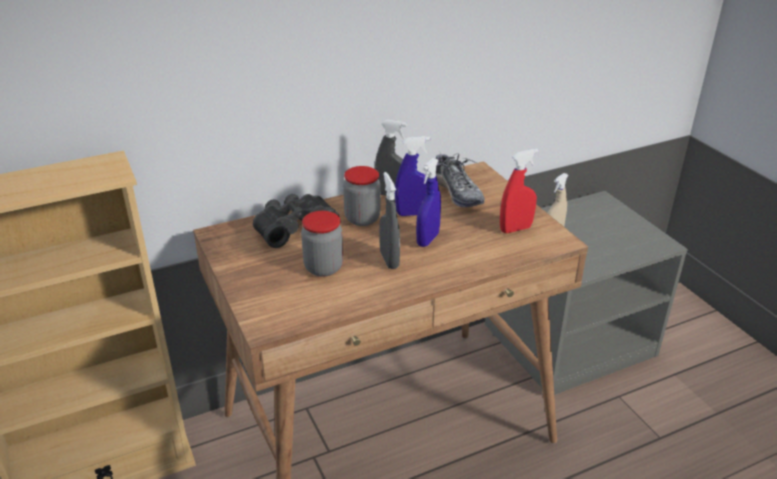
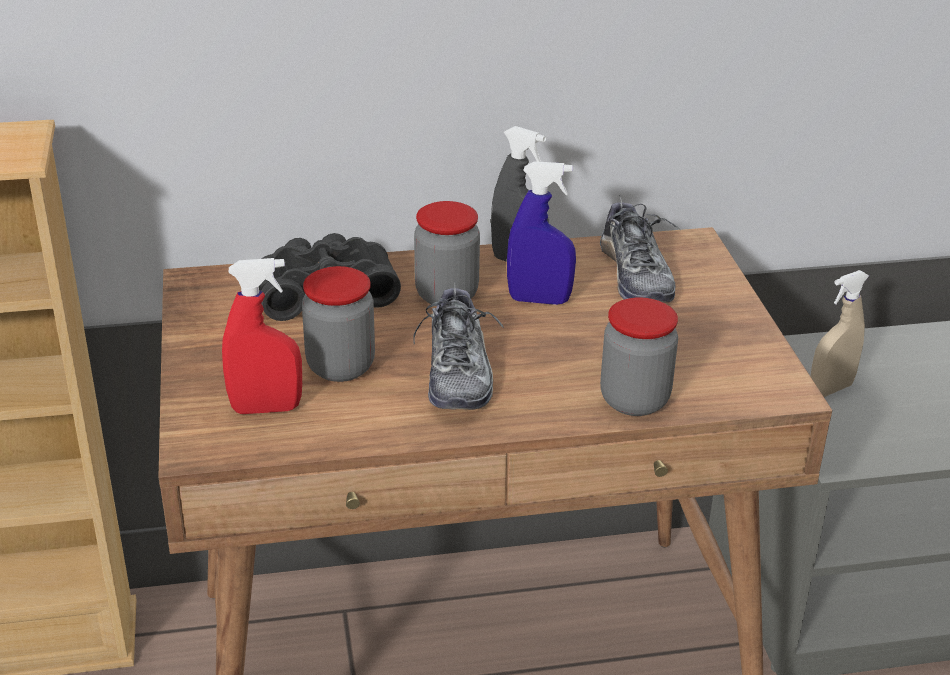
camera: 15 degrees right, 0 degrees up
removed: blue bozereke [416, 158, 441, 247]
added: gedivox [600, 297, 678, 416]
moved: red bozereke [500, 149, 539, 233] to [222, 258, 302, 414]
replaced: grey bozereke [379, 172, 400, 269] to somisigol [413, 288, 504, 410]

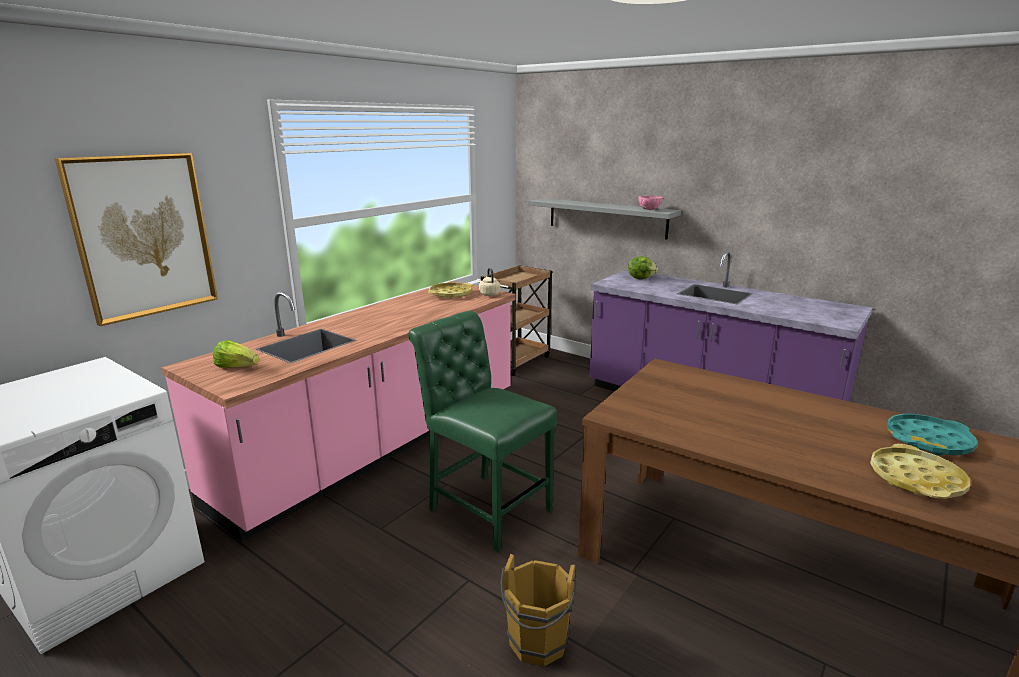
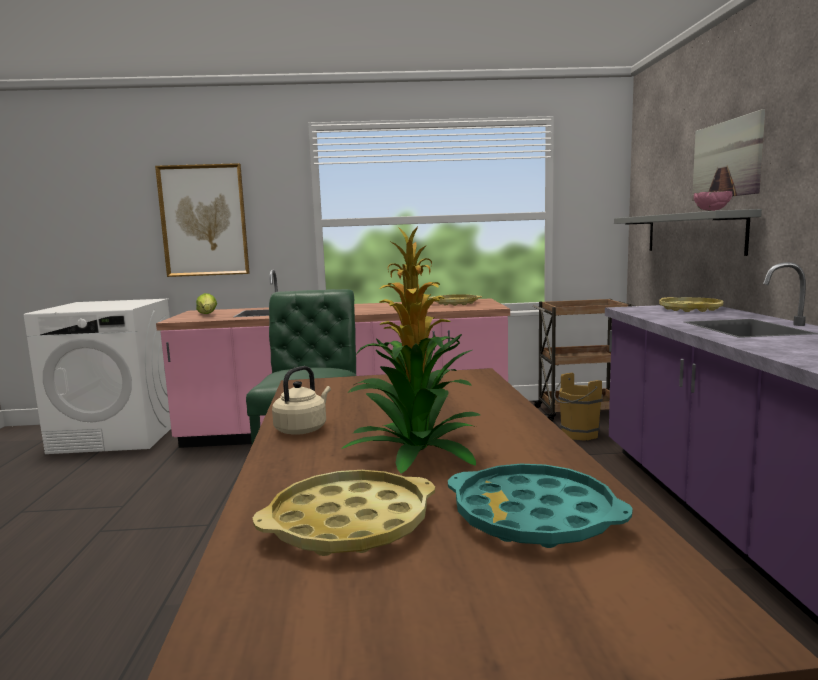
camera: 50 degrees right, 10 degrees down
added: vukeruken [692, 109, 765, 201]; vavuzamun [341, 227, 480, 473]
moved: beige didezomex [479, 268, 500, 296] to [272, 366, 331, 435]; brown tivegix [501, 554, 578, 666] to [554, 372, 603, 441]
replaced: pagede [628, 256, 658, 279] to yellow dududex [659, 297, 723, 312]

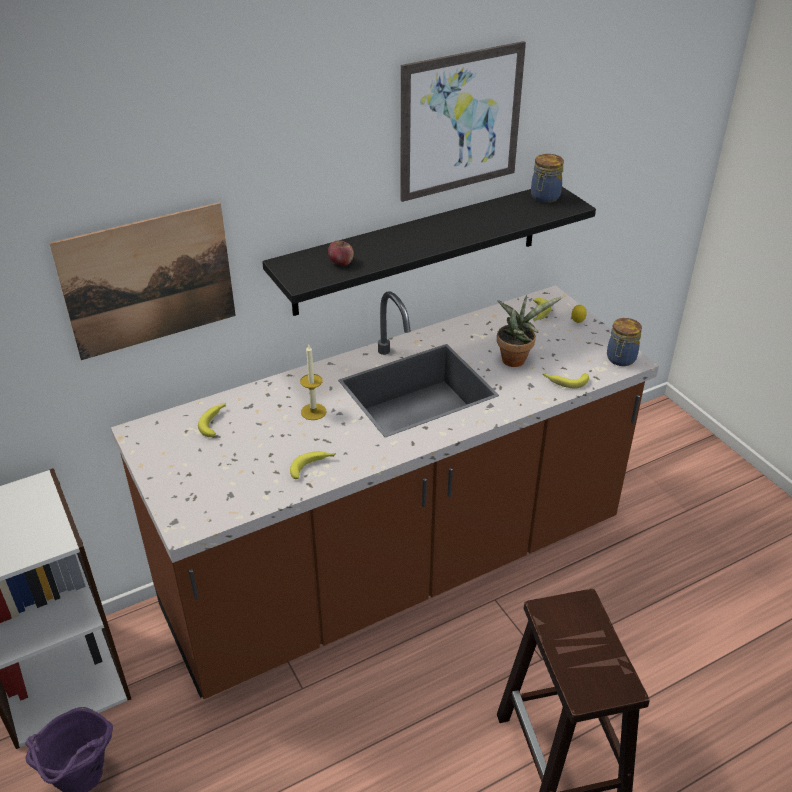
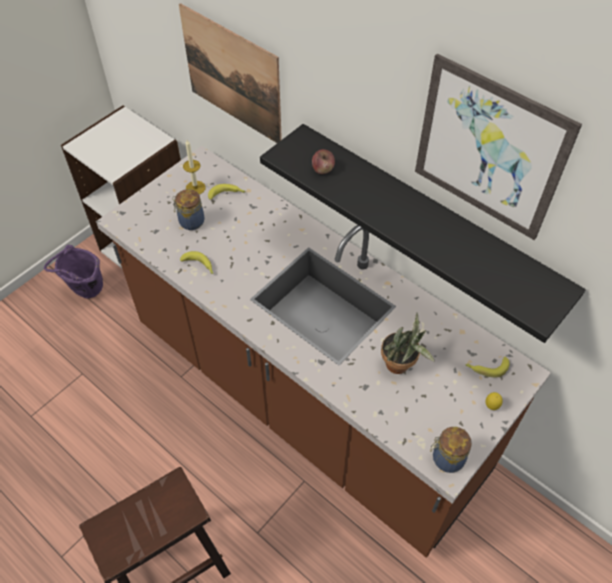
camera: 70 degrees right, 15 degrees up
removed: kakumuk [542, 373, 589, 389]
moved: gedivox [531, 154, 564, 203] to [172, 189, 204, 230]; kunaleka [300, 345, 326, 420] to [183, 140, 206, 194]

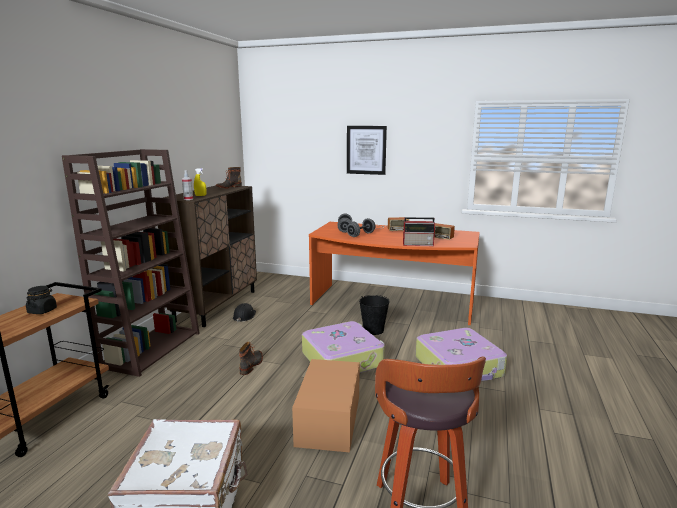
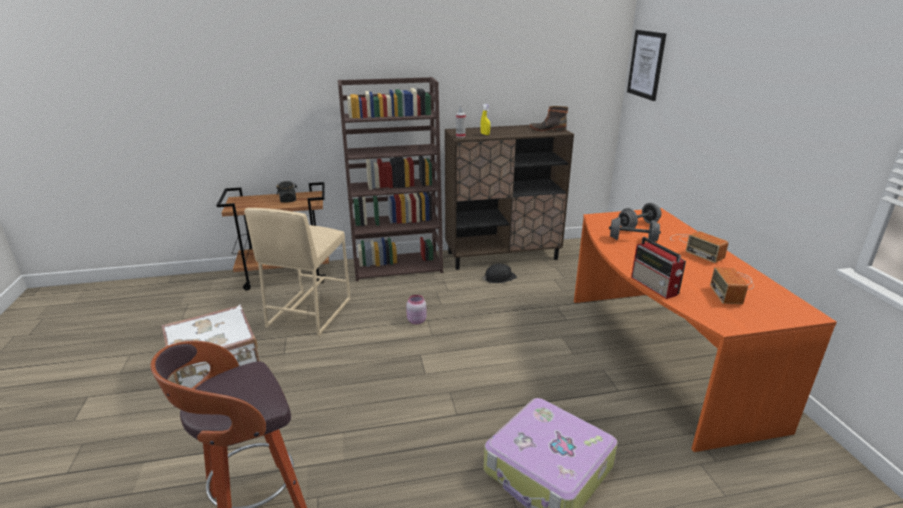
camera: 60 degrees right, 10 degrees up
removed: black tivegix [359, 295, 390, 335]; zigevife [302, 321, 385, 373]; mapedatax [292, 359, 360, 453]
added: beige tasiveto [244, 208, 350, 336]
moved: vukeruken [347, 126, 387, 175] to [627, 30, 666, 101]
replaced: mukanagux [239, 342, 263, 375] to pink gedivox [406, 295, 427, 324]

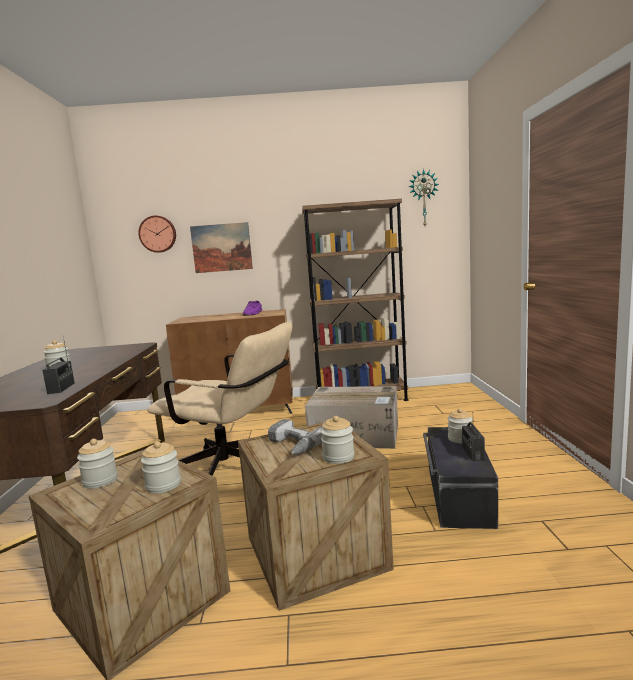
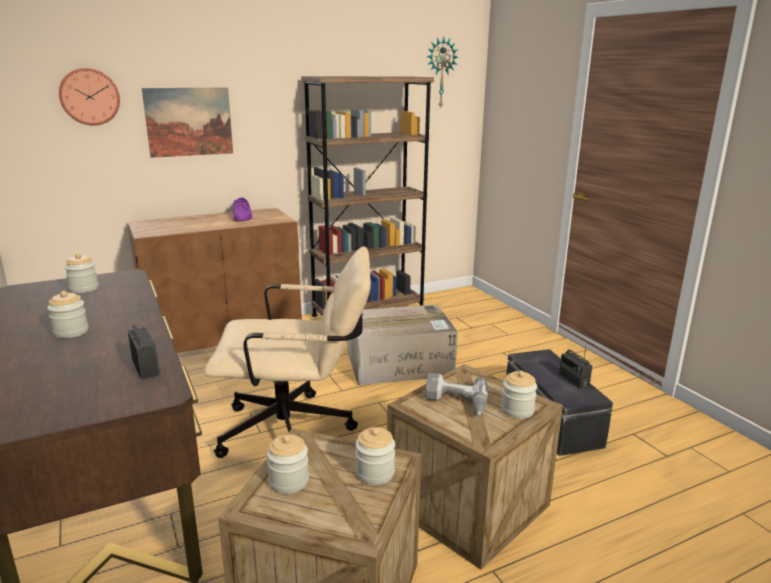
camera: 25 degrees left, 10 degrees up
moved: gedivox [448, 408, 473, 443] to [64, 253, 98, 293]

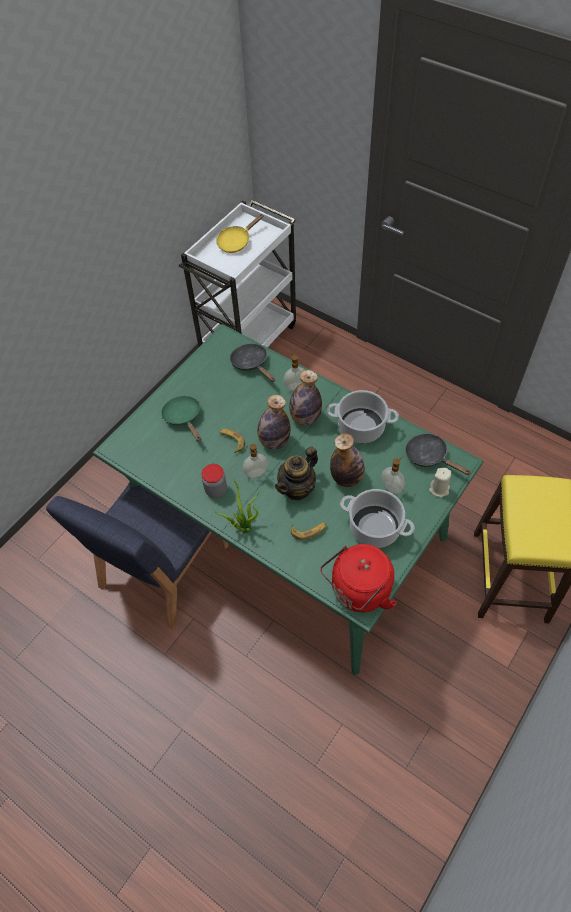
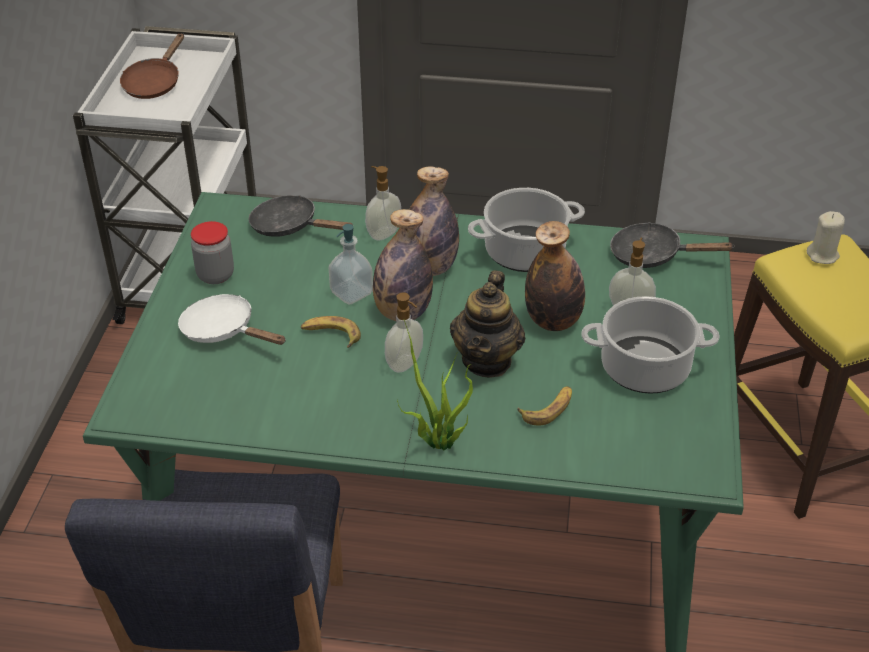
camera: 30 degrees left, 15 degrees down
removed: red didezomex [320, 544, 397, 613]
added: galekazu [328, 224, 373, 305]
moved: gedivox [202, 464, 227, 498] to [191, 221, 234, 284]; beige kunaleka [429, 468, 451, 497] to [807, 211, 845, 264]
recoloured: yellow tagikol [216, 214, 264, 253] to brown tagikol [120, 33, 184, 99]; green tagikol [161, 396, 201, 442] to white tagikol [178, 294, 286, 345]

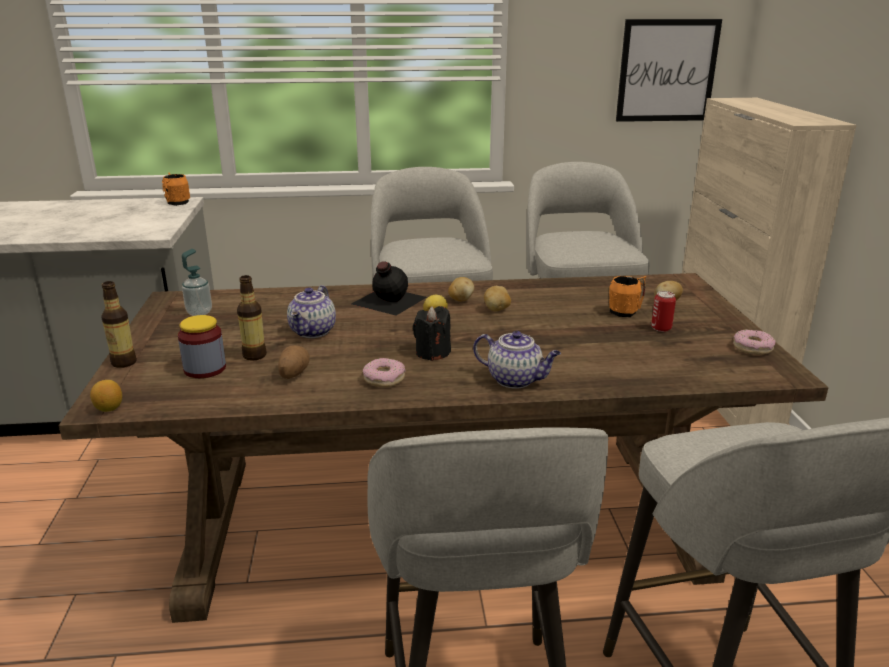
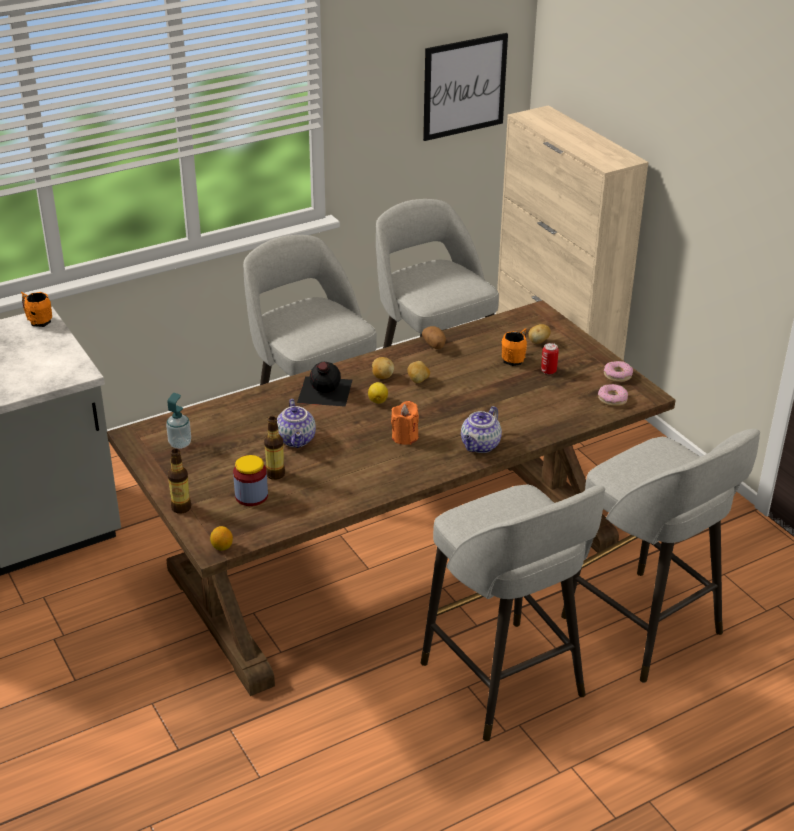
camera: 25 degrees left, 10 degrees up
moved: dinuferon [278, 345, 310, 379] to [422, 326, 446, 349]; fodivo [363, 358, 405, 387] to [598, 384, 628, 406]
recoloured: black kunaleka [413, 306, 451, 361] to orange kunaleka [391, 401, 419, 445]
turned: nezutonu [473, 331, 561, 389] = [461, 406, 502, 453] 120 degrees clockwise

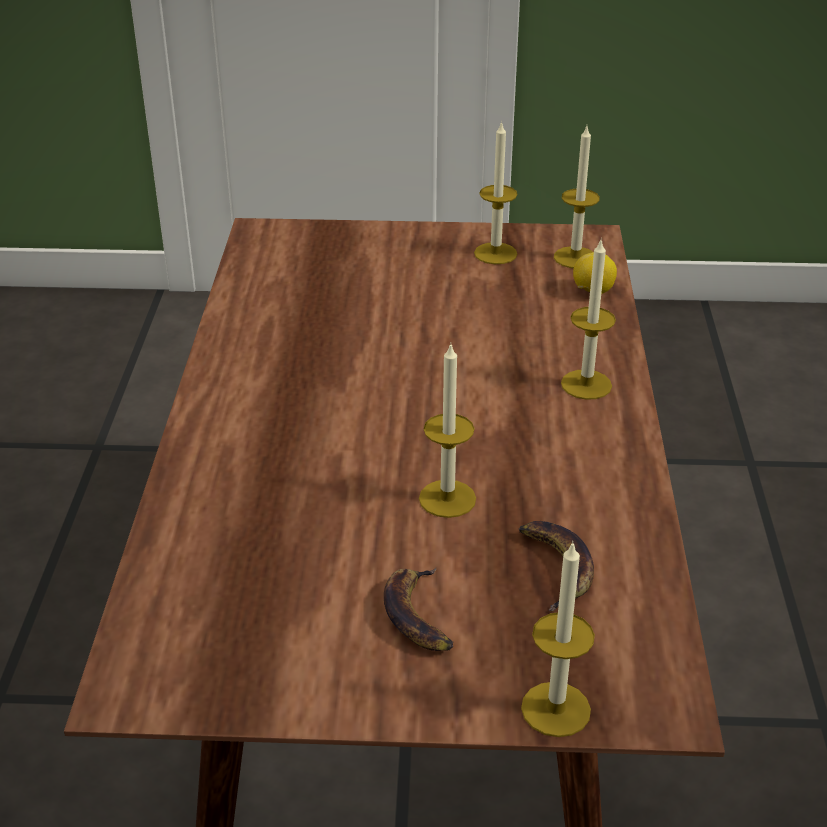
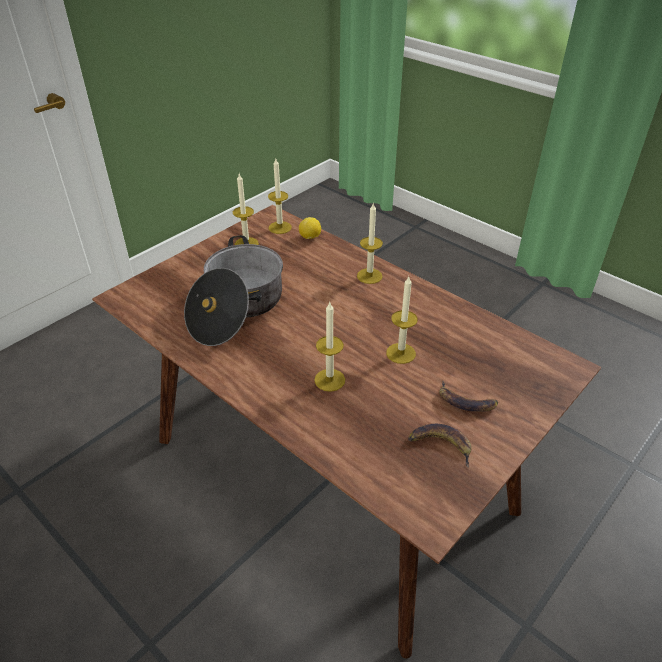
camera: 50 degrees left, 5 degrees up
added: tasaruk [184, 235, 283, 346]
moved: kakumuk [519, 521, 594, 611] to [408, 424, 472, 468]; kunaleka [521, 541, 595, 737] to [314, 301, 345, 392]

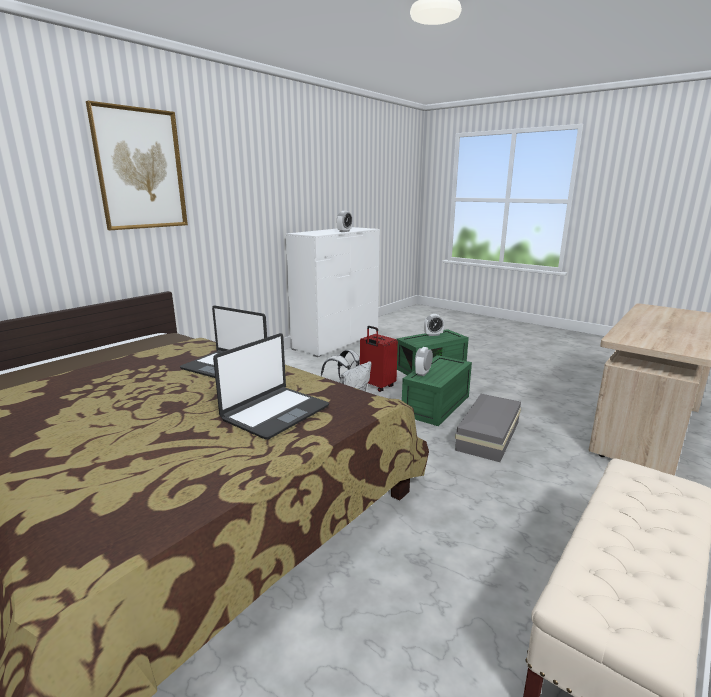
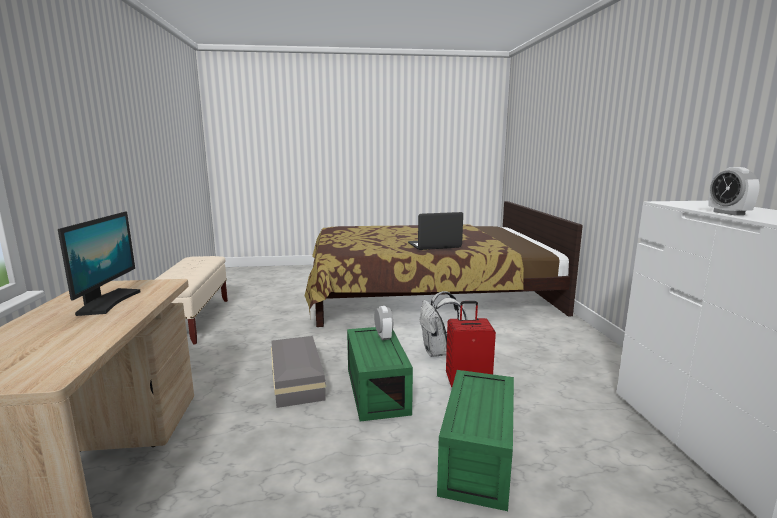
camera: 135 degrees right, 5 degrees down
removed: vukeruken [86, 101, 188, 230]; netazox [424, 314, 444, 336]; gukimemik [213, 333, 329, 439]
added: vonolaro [58, 211, 140, 316]

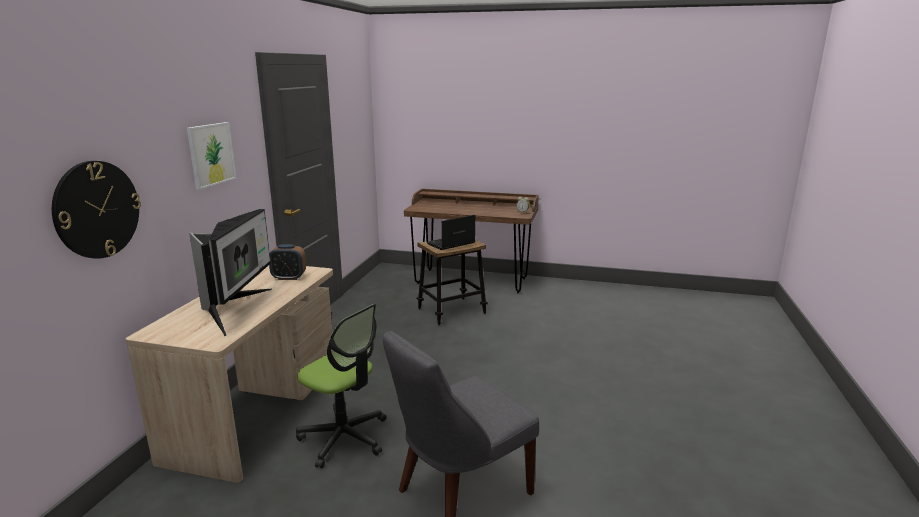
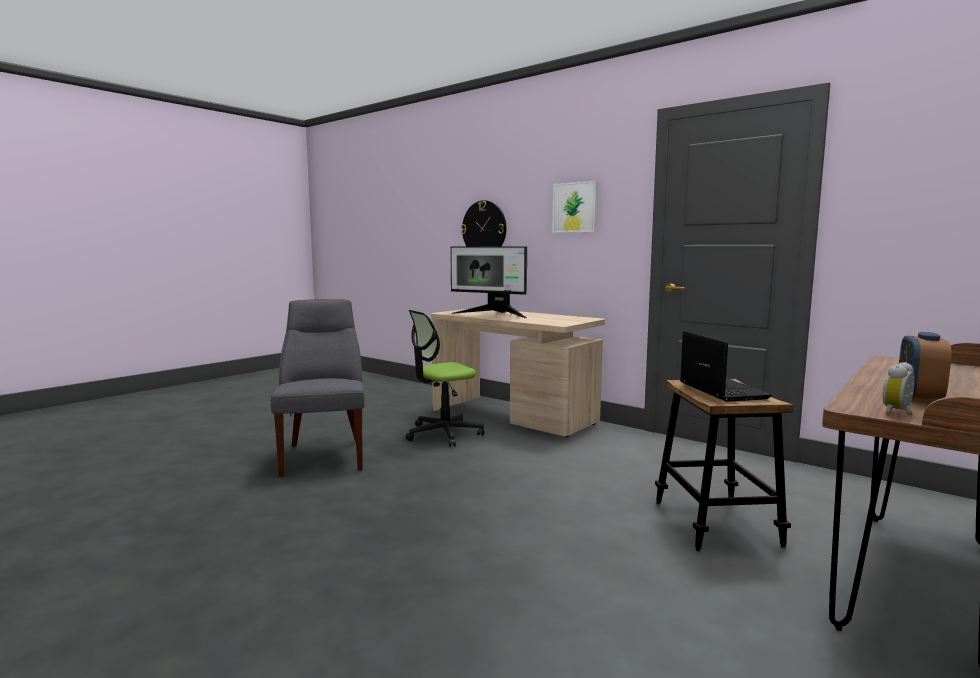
camera: 115 degrees right, 10 degrees down
moved: netazox [269, 244, 306, 280] to [899, 332, 952, 403]

